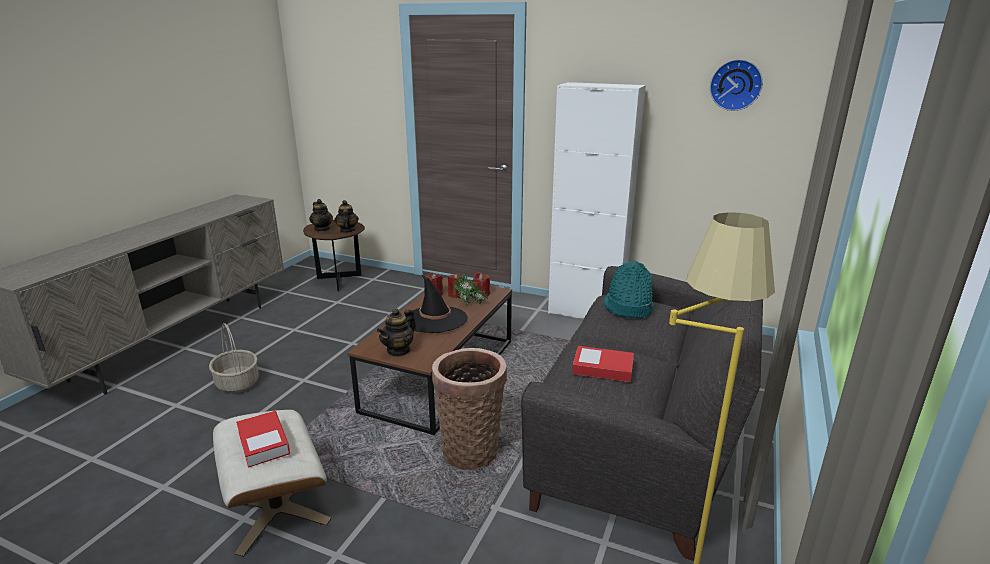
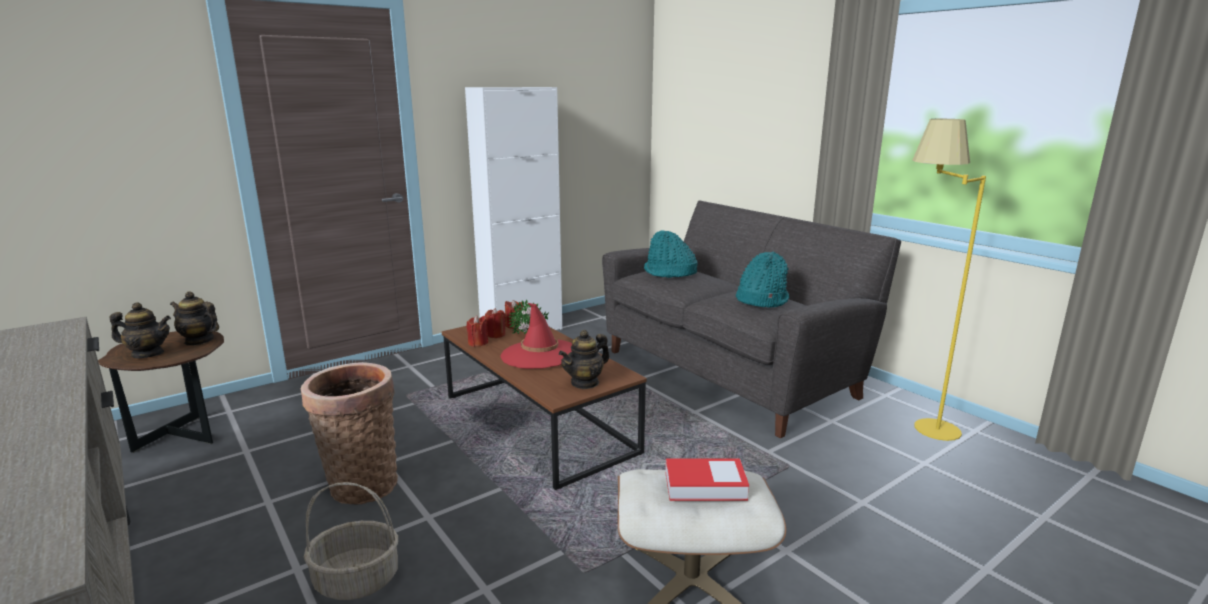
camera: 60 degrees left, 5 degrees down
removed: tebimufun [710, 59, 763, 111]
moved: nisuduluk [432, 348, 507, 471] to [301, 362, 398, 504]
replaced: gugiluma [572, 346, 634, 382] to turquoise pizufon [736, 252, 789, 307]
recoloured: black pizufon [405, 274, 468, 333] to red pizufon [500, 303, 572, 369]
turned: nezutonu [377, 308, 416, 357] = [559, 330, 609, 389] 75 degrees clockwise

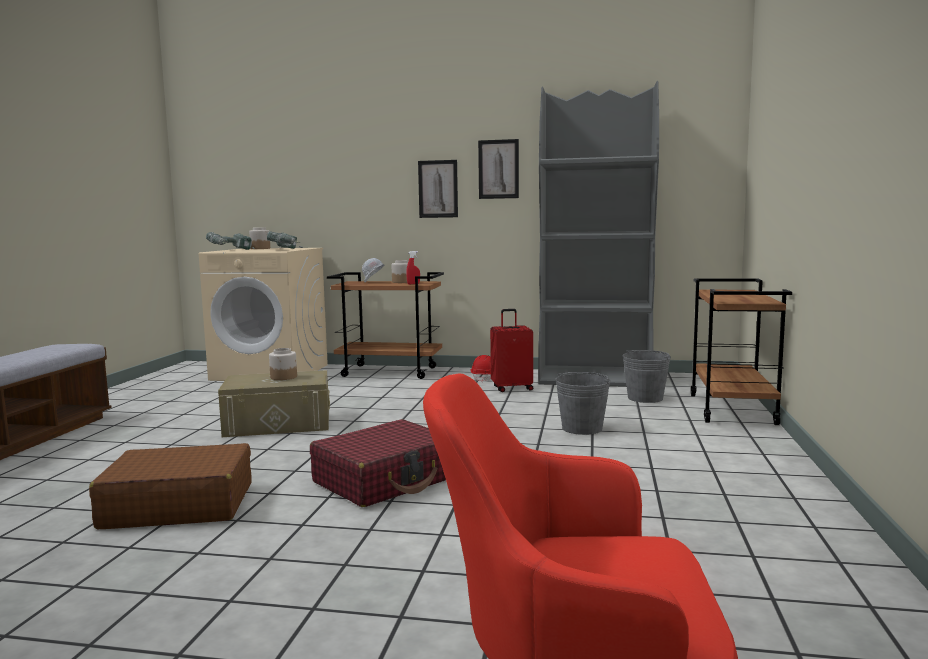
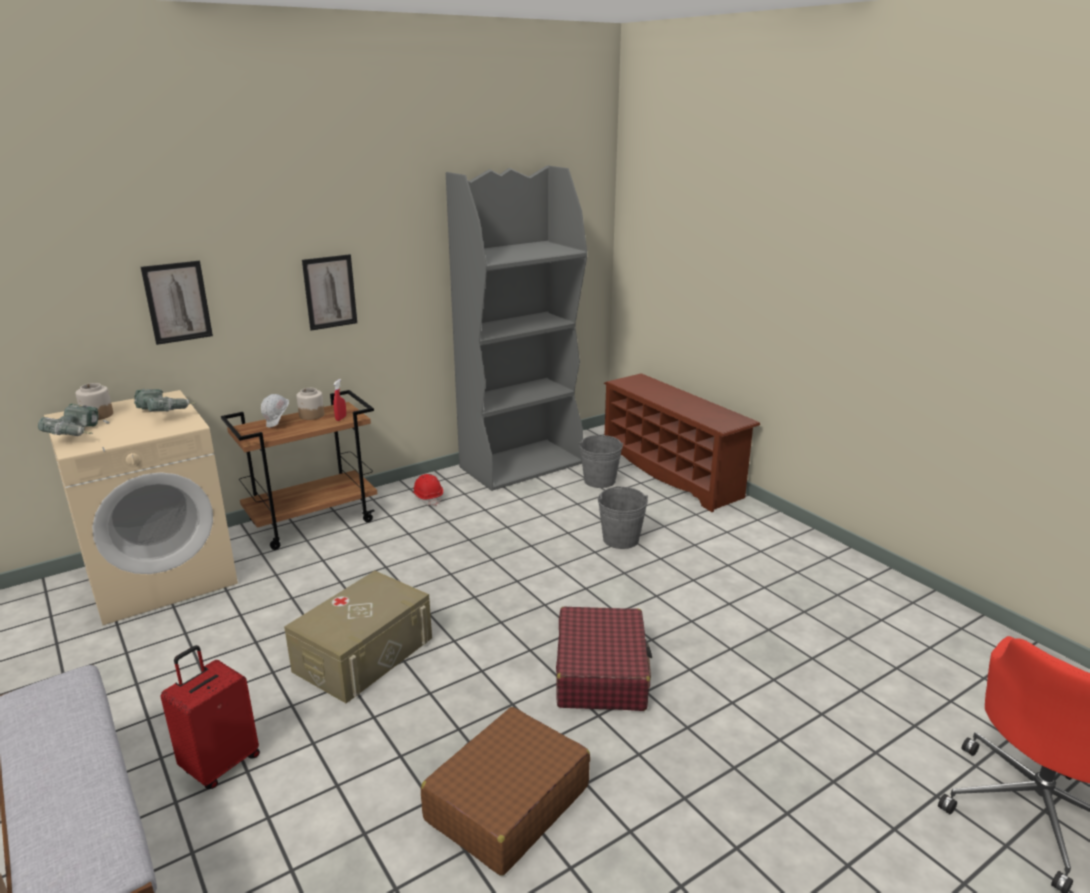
camera: 45 degrees left, 15 degrees up
removed: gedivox [269, 348, 297, 380]
moved: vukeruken [478, 139, 519, 199] to [141, 261, 213, 345]; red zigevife [490, 309, 533, 392] to [161, 645, 260, 789]
replaced: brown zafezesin [691, 278, 792, 425] to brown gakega [604, 373, 760, 512]

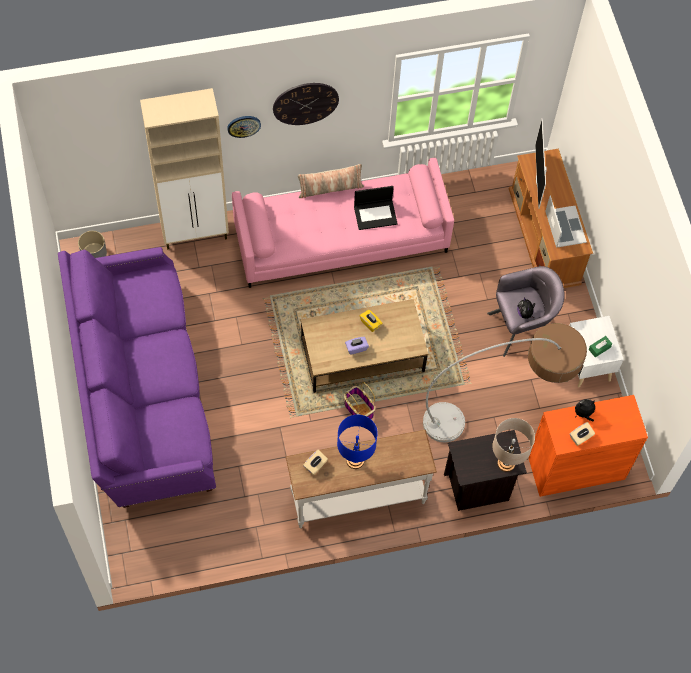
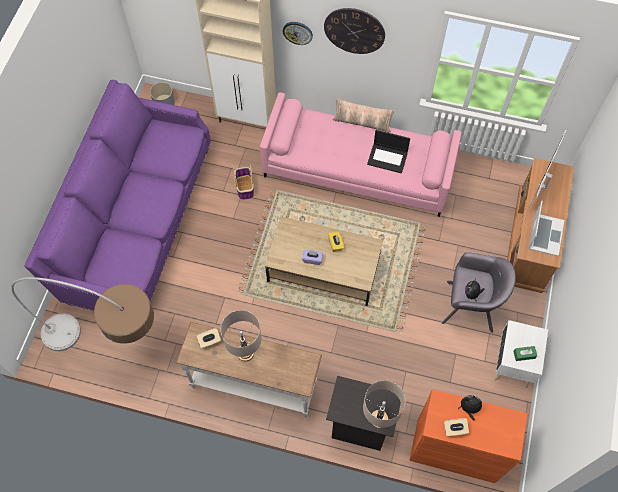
camera: 30 degrees right, 0 degrees up
moved: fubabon [423, 323, 587, 443] to [11, 277, 154, 351]; nisuduluk [344, 382, 375, 419] to [233, 164, 254, 200]
recoloured: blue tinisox [337, 415, 378, 469] to beige tinisox [221, 310, 262, 361]

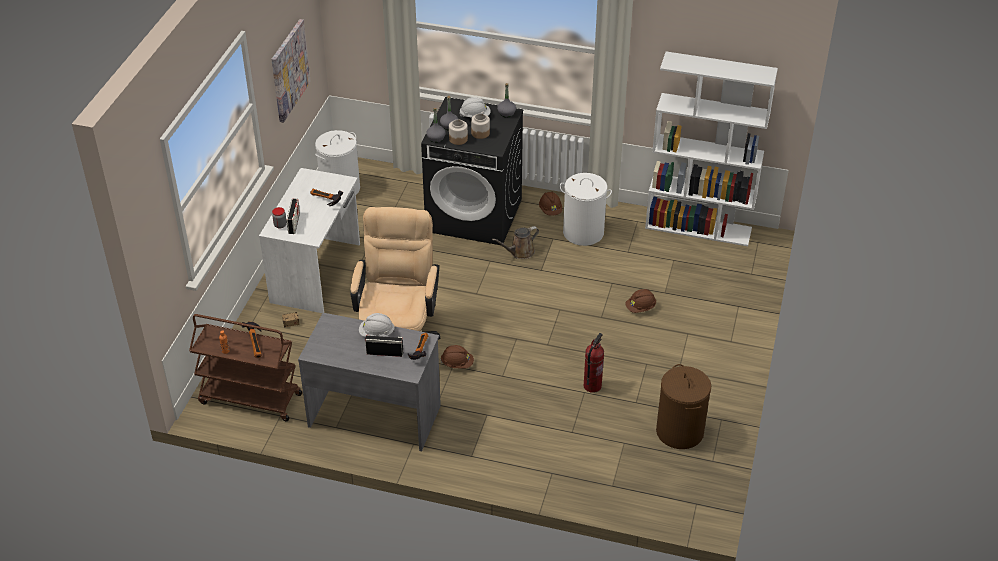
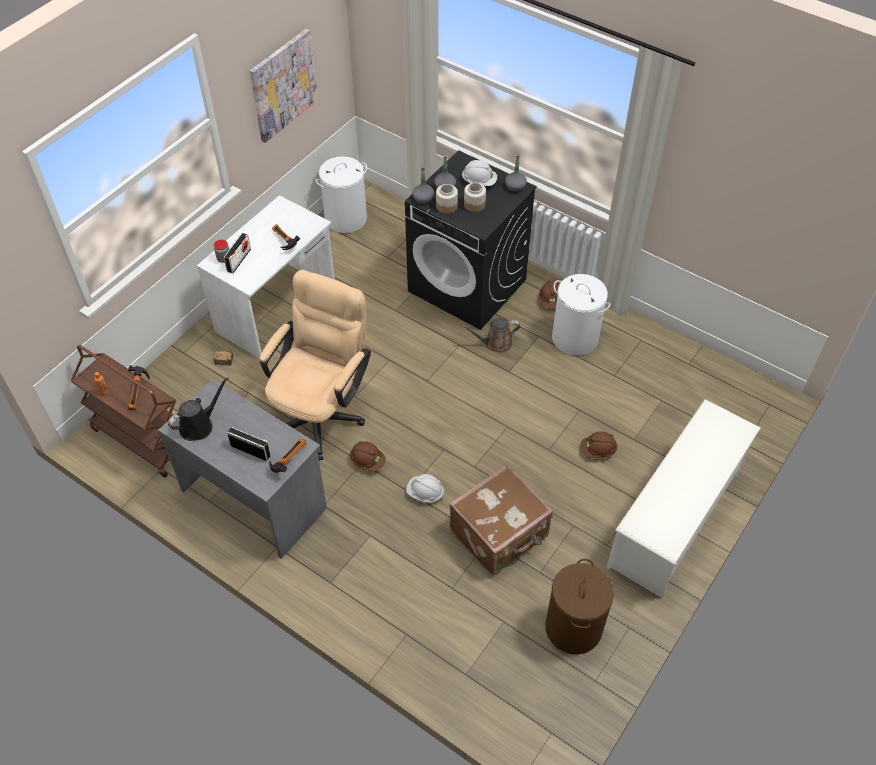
camera: 20 degrees right, 10 degrees up
removed: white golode [645, 51, 778, 246]
added: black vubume [168, 377, 229, 441]; white gakega [606, 399, 761, 598]
moved: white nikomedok [359, 313, 395, 337] to [406, 474, 444, 502]
replaced: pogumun [584, 333, 604, 393] to brown zigevife [450, 464, 553, 576]

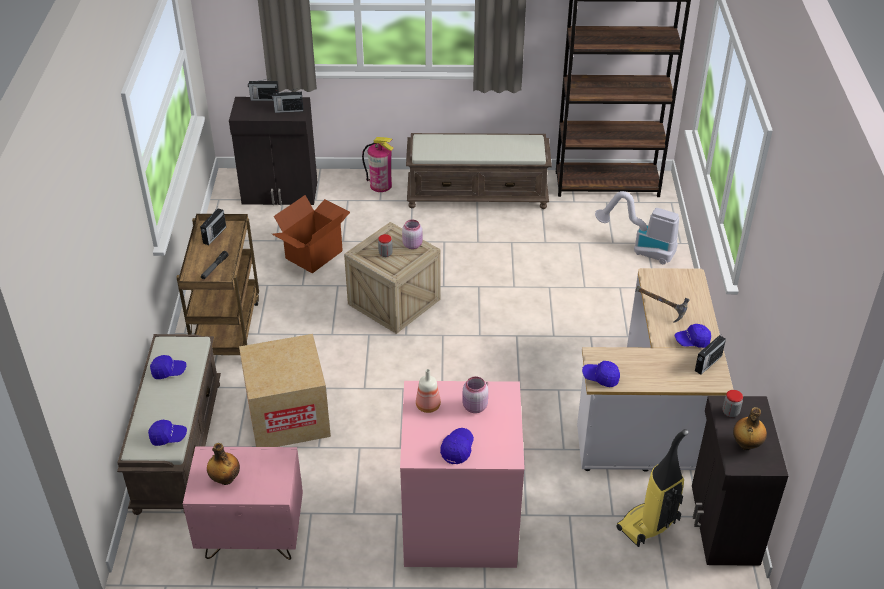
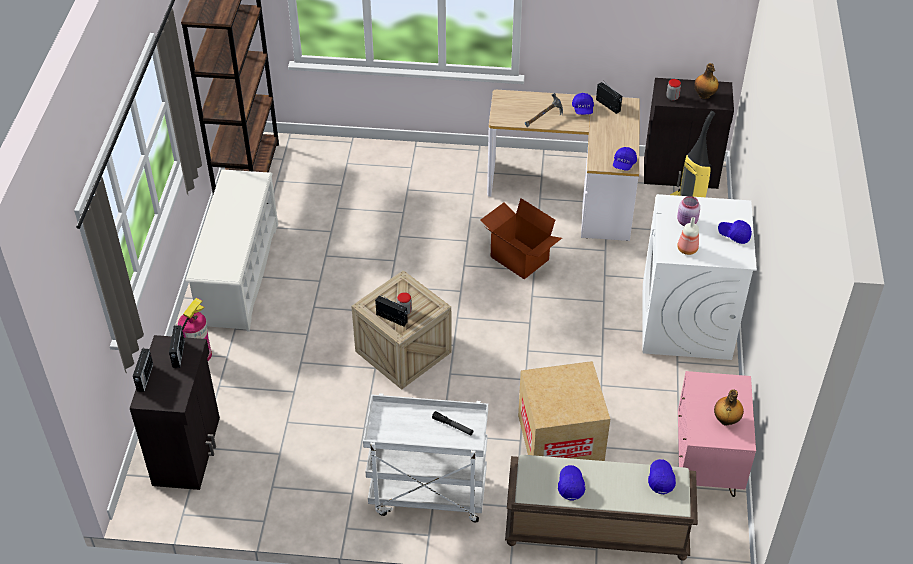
camera: 85 degrees left, 5 degrees up
removed: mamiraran [595, 191, 679, 264]; pink gedivox [402, 220, 422, 249]
moved: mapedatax [272, 195, 350, 273] to [480, 198, 562, 279]; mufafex [200, 208, 226, 245] to [375, 296, 408, 327]
replaced: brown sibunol [406, 133, 552, 209] to white gakega [185, 169, 278, 332]
recoloured: brown zafezesin [176, 214, 259, 355] to white zafezesin [363, 393, 488, 523]; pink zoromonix [400, 381, 525, 568] to white zoromonix [642, 194, 757, 360]

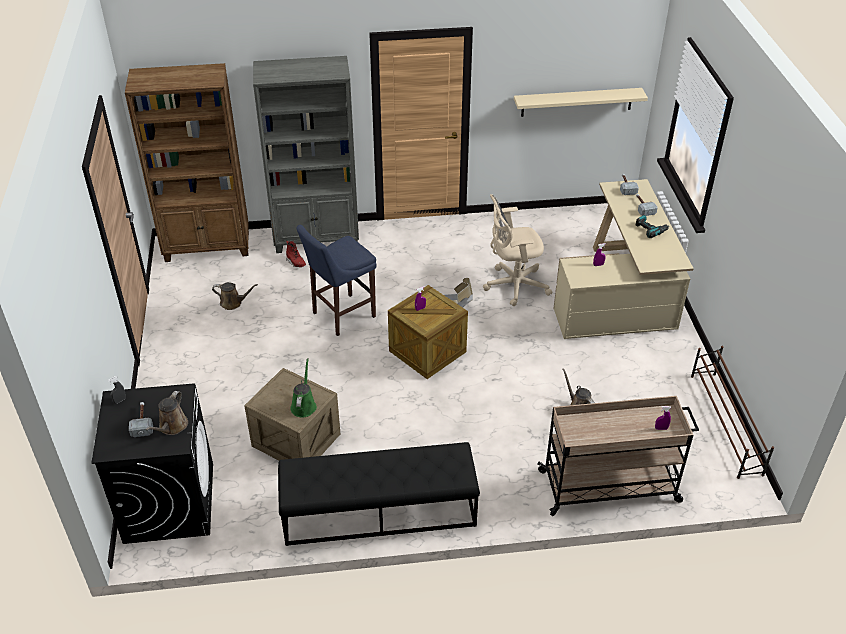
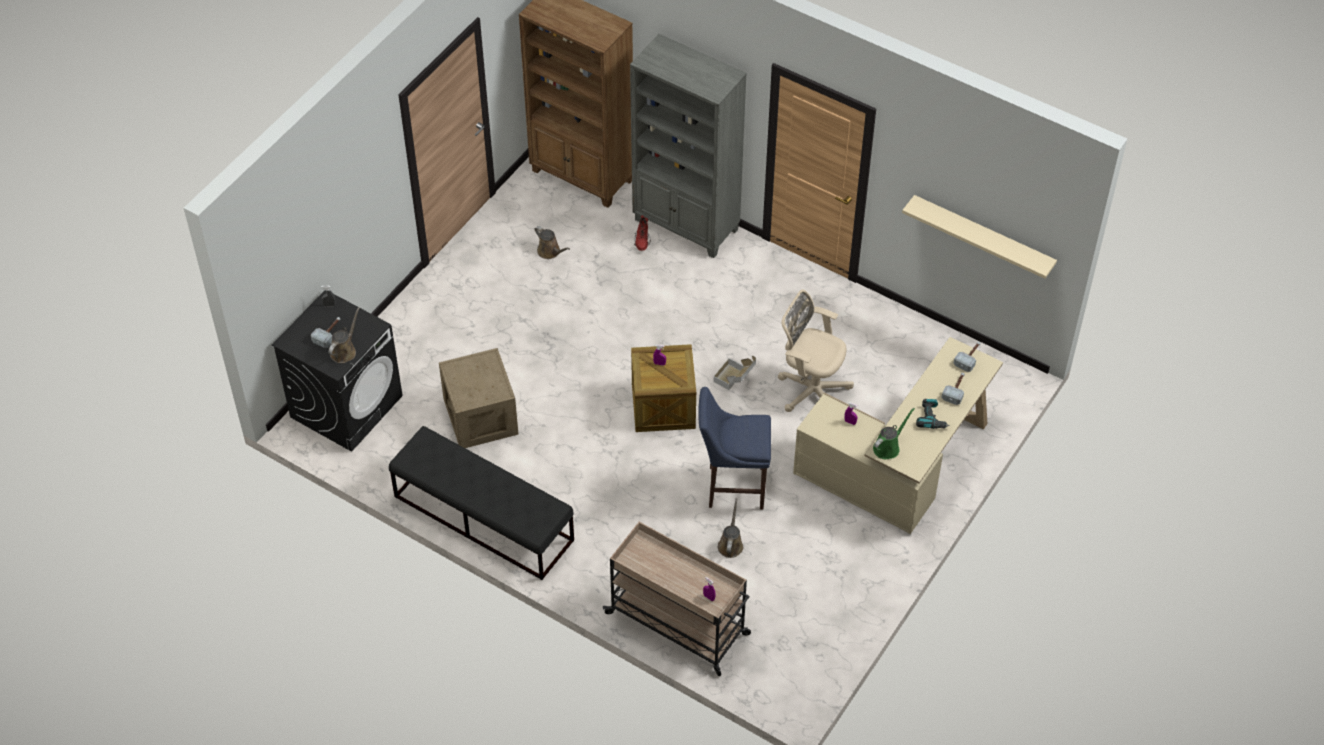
camera: 40 degrees right, 10 degrees up
removed: brown gakega [691, 346, 774, 479]
moved: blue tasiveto [296, 225, 377, 336] to [698, 387, 771, 509]; green vubume [290, 358, 317, 418] to [873, 408, 915, 459]
turned: brown vubume [146, 391, 188, 435] = [329, 307, 360, 363] 150 degrees clockwise

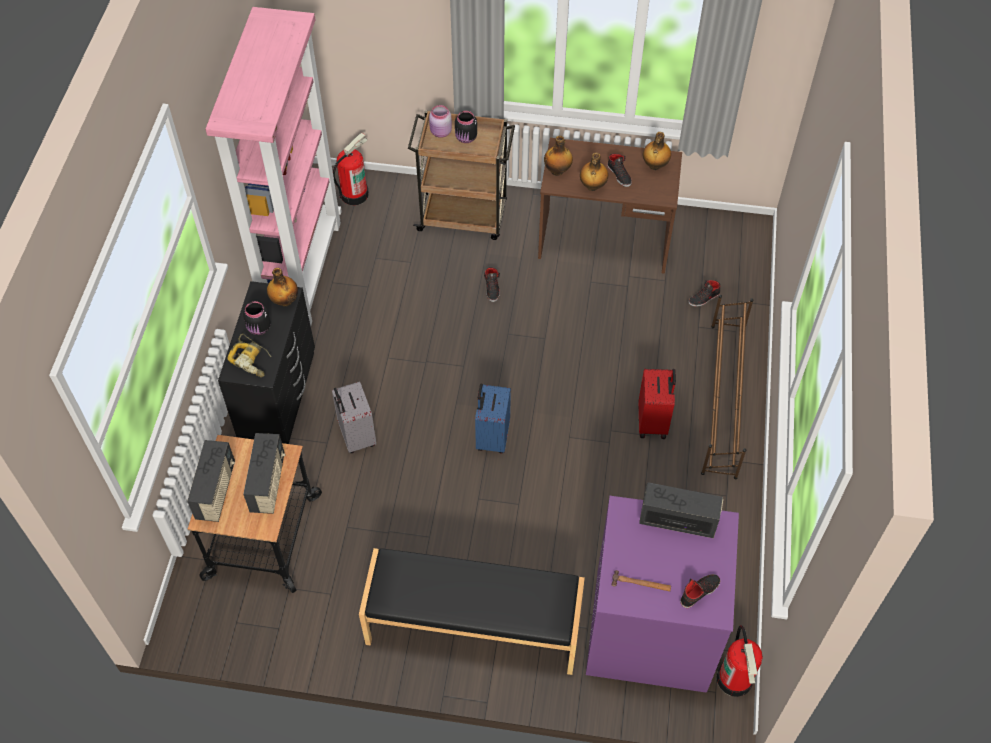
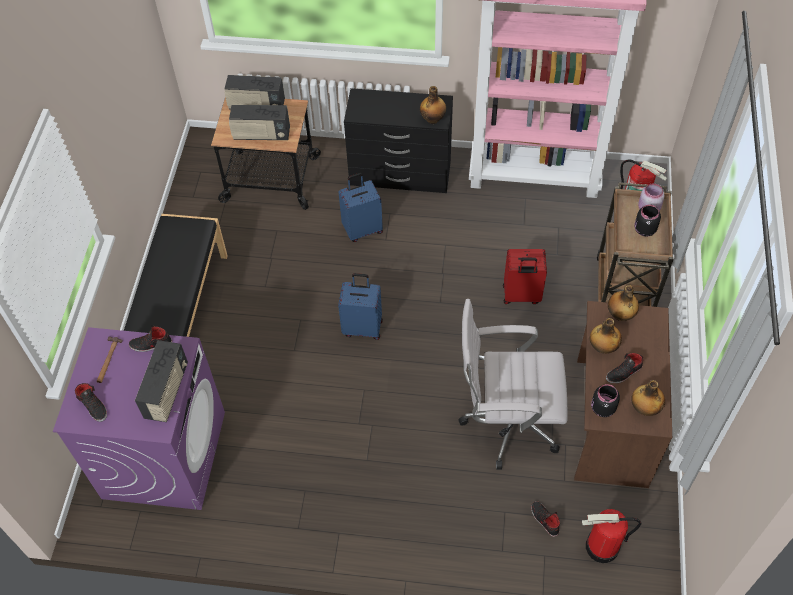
camera: 90 degrees right, 0 degrees up
removed: brown gakega [701, 295, 754, 479]; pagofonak [227, 334, 271, 377]
added: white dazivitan [458, 299, 567, 470]
moved: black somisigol [484, 267, 500, 302] to [129, 325, 172, 352]; black gedivox [243, 301, 271, 335] to [591, 384, 620, 417]; red zigevife [639, 369, 676, 439] to [503, 249, 547, 304]; pogumun [717, 625, 763, 697] to [582, 509, 641, 563]
recoloured: grey zigevife [332, 381, 377, 453] to blue zigevife [339, 173, 383, 242]

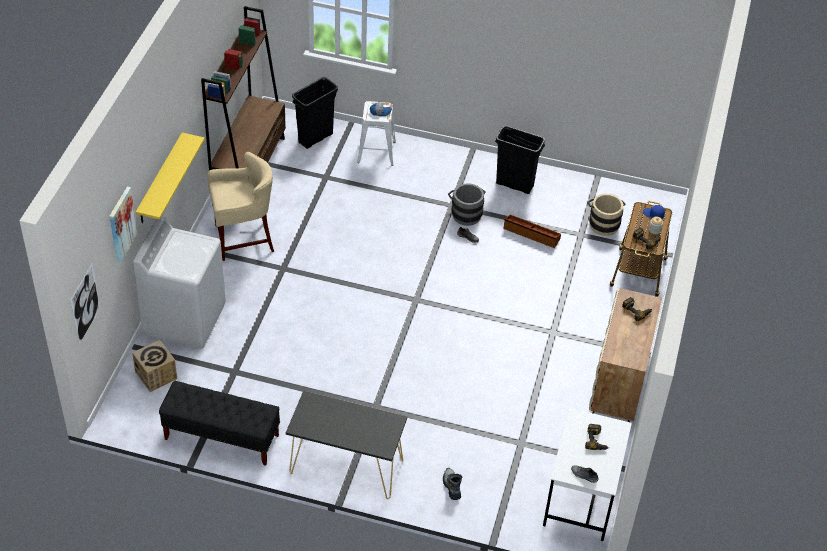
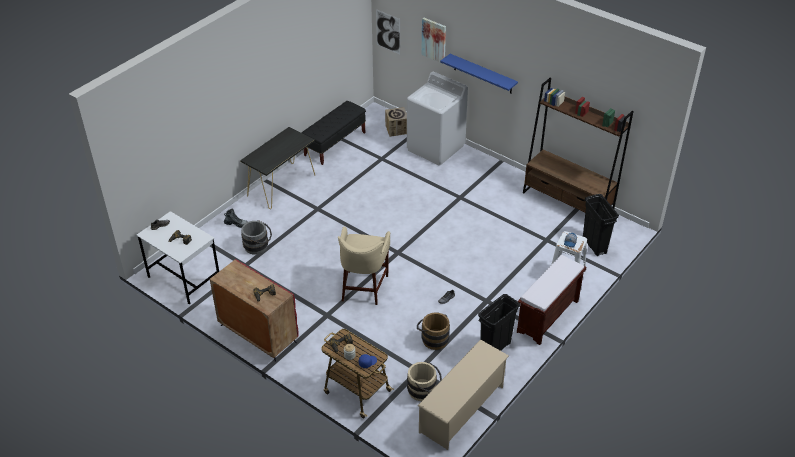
camera: 115 degrees right, 5 degrees down
added: brown sibunol [517, 255, 586, 345]; beige gakega [418, 339, 509, 450]
moved: beige tasiveto [207, 152, 274, 261] to [338, 227, 390, 305]; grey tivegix [448, 183, 486, 226] to [241, 220, 272, 255]
replaced: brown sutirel [504, 215, 561, 248] to brown tivegix [417, 312, 450, 350]
recoloured: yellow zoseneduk [136, 133, 205, 223] to blue zoseneduk [440, 54, 518, 94]; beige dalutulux [589, 288, 662, 422] to red dalutulux [210, 259, 298, 362]

